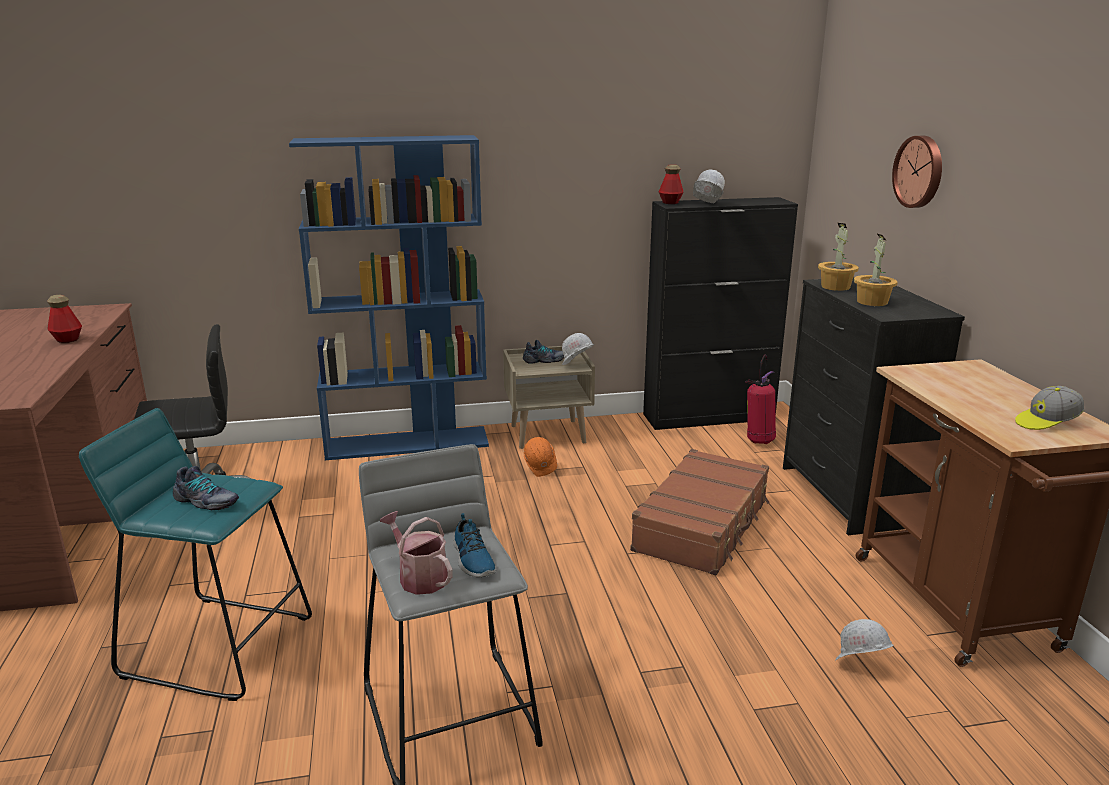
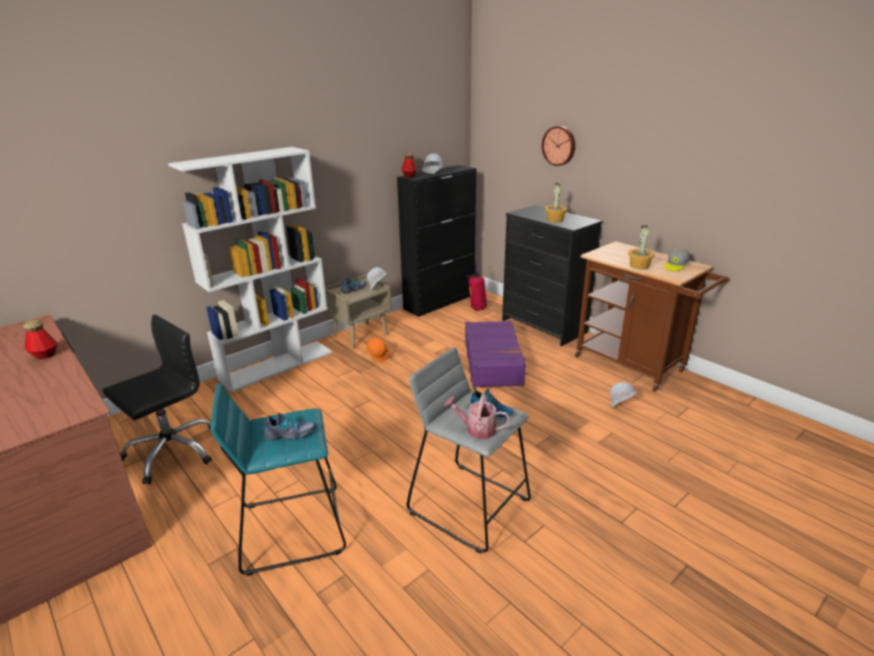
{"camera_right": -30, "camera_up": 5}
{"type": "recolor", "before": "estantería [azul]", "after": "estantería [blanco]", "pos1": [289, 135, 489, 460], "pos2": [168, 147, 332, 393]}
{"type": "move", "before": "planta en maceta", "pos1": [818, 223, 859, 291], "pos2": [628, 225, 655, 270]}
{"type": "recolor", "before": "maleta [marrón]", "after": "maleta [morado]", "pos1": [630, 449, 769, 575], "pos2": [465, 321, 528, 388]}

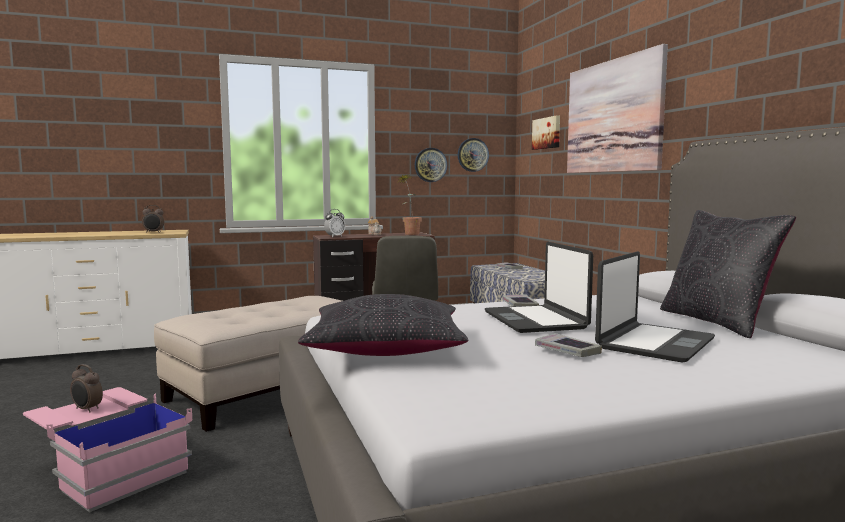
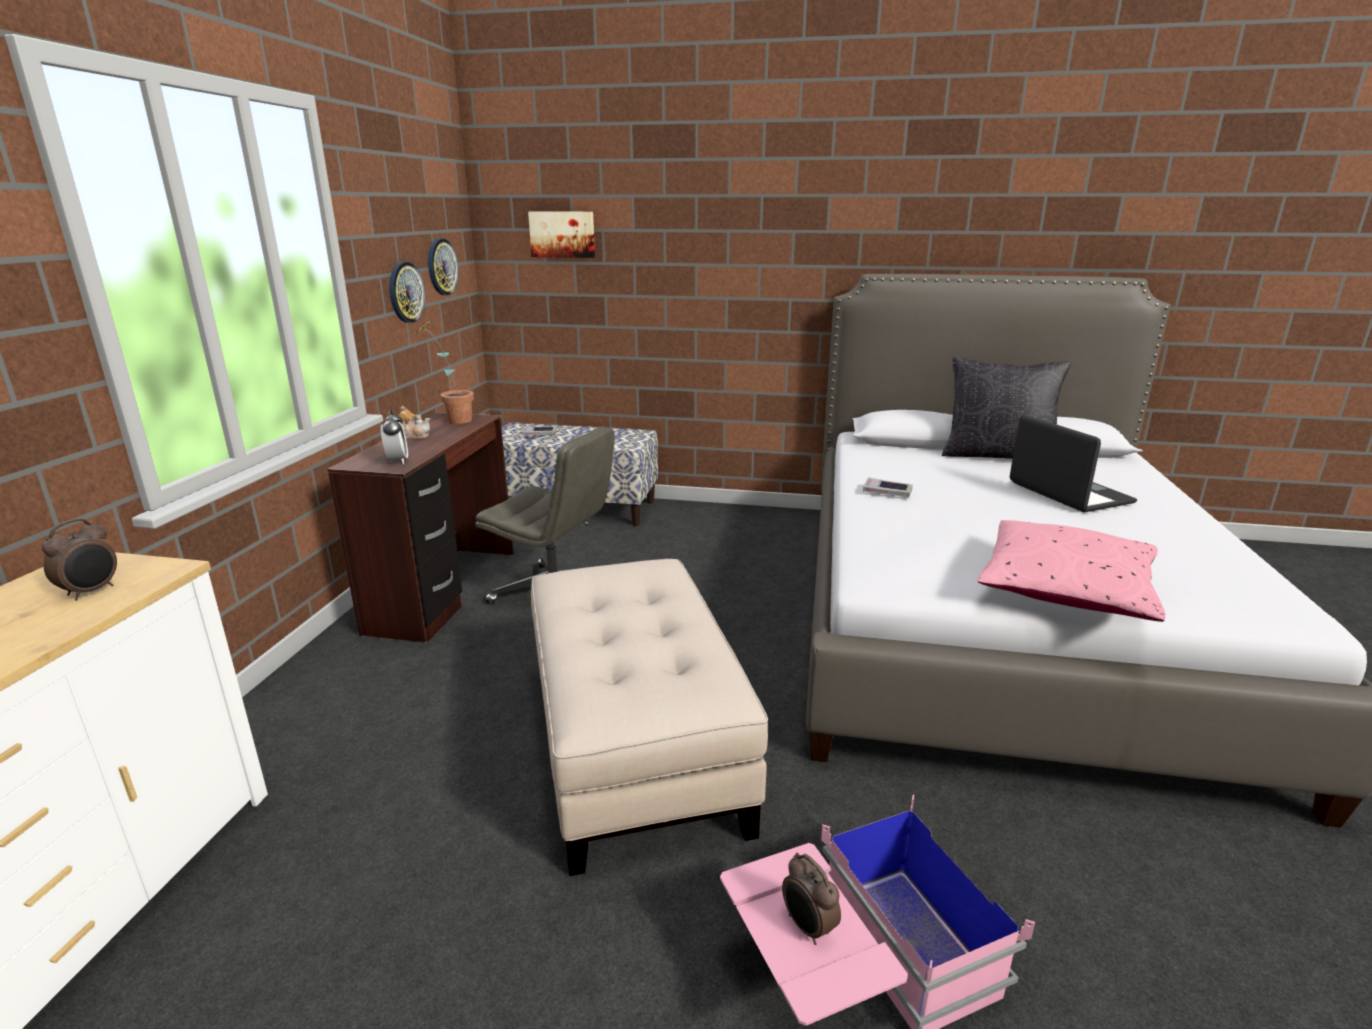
{"camera_right": -60, "camera_up": 15}
{"type": "delete", "before": "cuadro", "pos1": [567, 44, 668, 173]}
{"type": "delete", "before": "portátil", "pos1": [485, 242, 593, 333]}
{"type": "recolor", "before": "cojín [negro]", "after": "cojín [rosa]", "pos1": [298, 294, 469, 356], "pos2": [977, 520, 1165, 622]}
{"type": "delete", "before": "libro", "pos1": [535, 333, 602, 357]}
{"type": "rotate", "before": "despertador", "pos1": [70, 364, 103, 413], "pos2": [782, 852, 841, 945], "turn": 90}

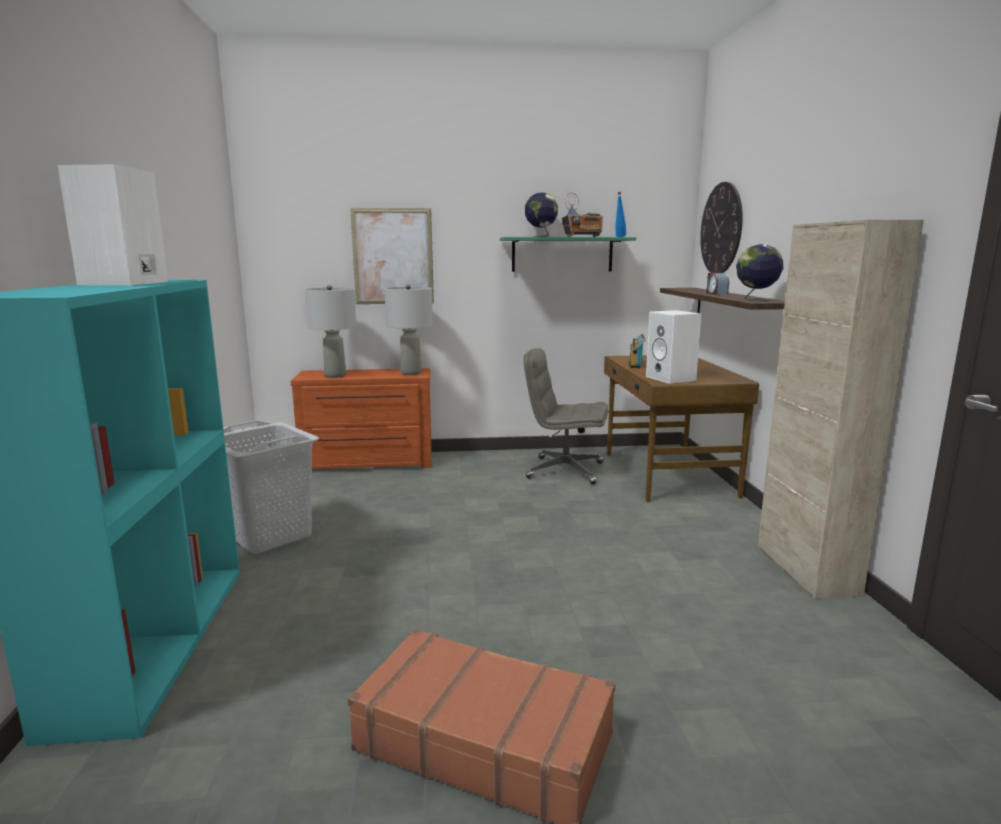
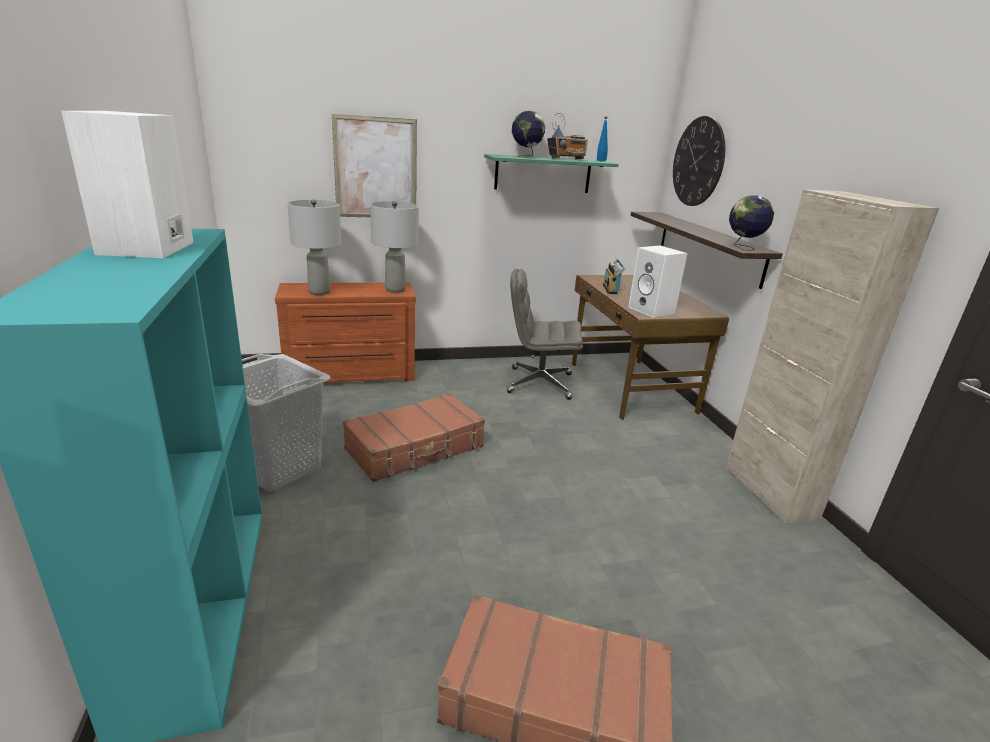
{"camera_right": -10, "camera_up": 10}
{"type": "delete", "before": "despertador", "pos1": [706, 272, 729, 295]}
{"type": "insert", "after": "maleta [marrón]", "pos2": [343, 393, 485, 482]}

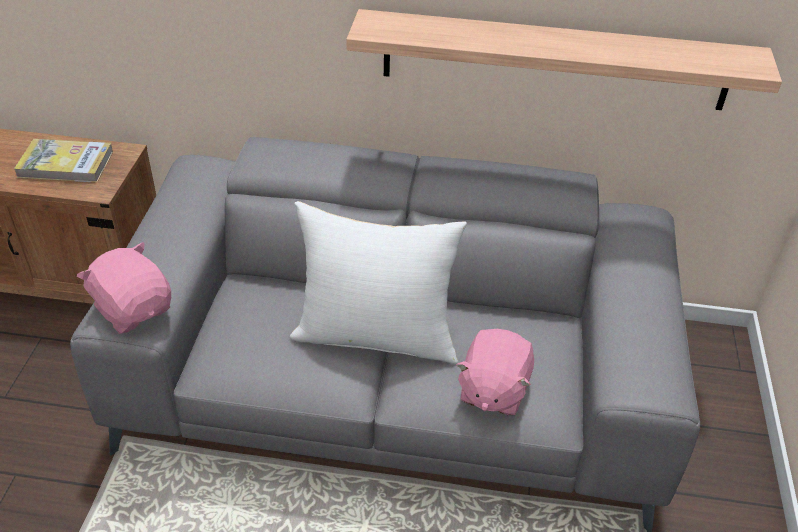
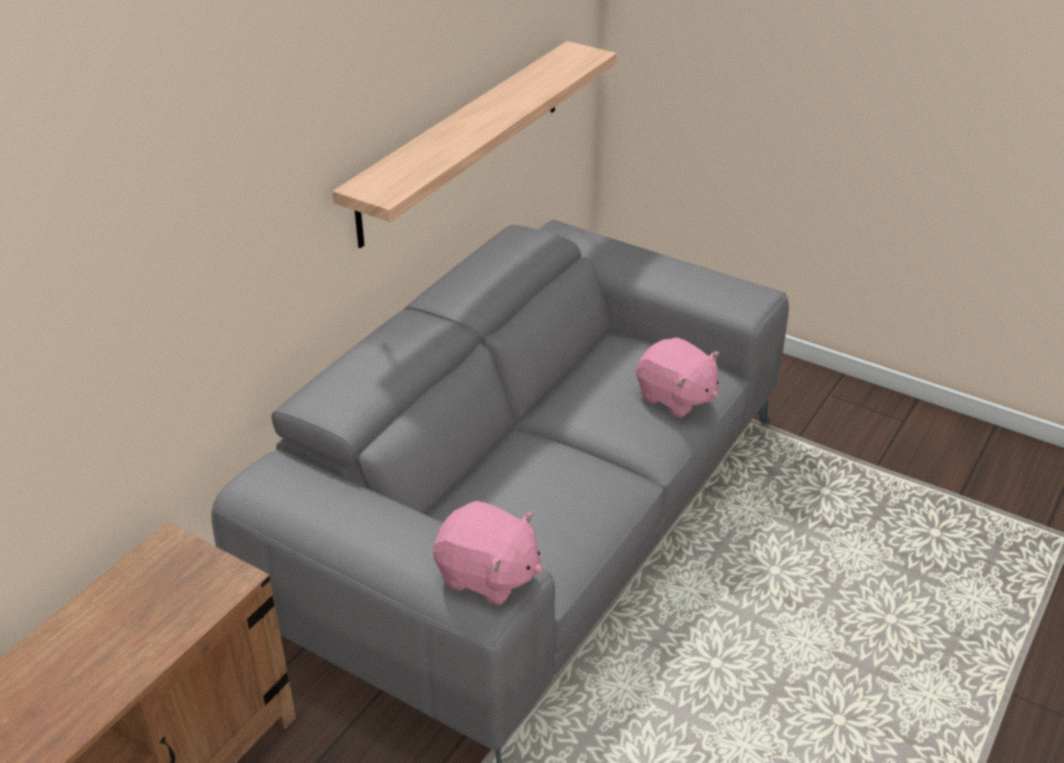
{"camera_right": -65, "camera_up": -5}
{"type": "delete", "before": "libro", "pos1": [14, 139, 113, 183]}
{"type": "delete", "before": "cojín [blanco]", "pos1": [290, 201, 467, 364]}
{"type": "rotate", "before": "peluche [rosa]", "pos1": [77, 242, 171, 334], "pos2": [433, 501, 542, 605], "turn": -135}

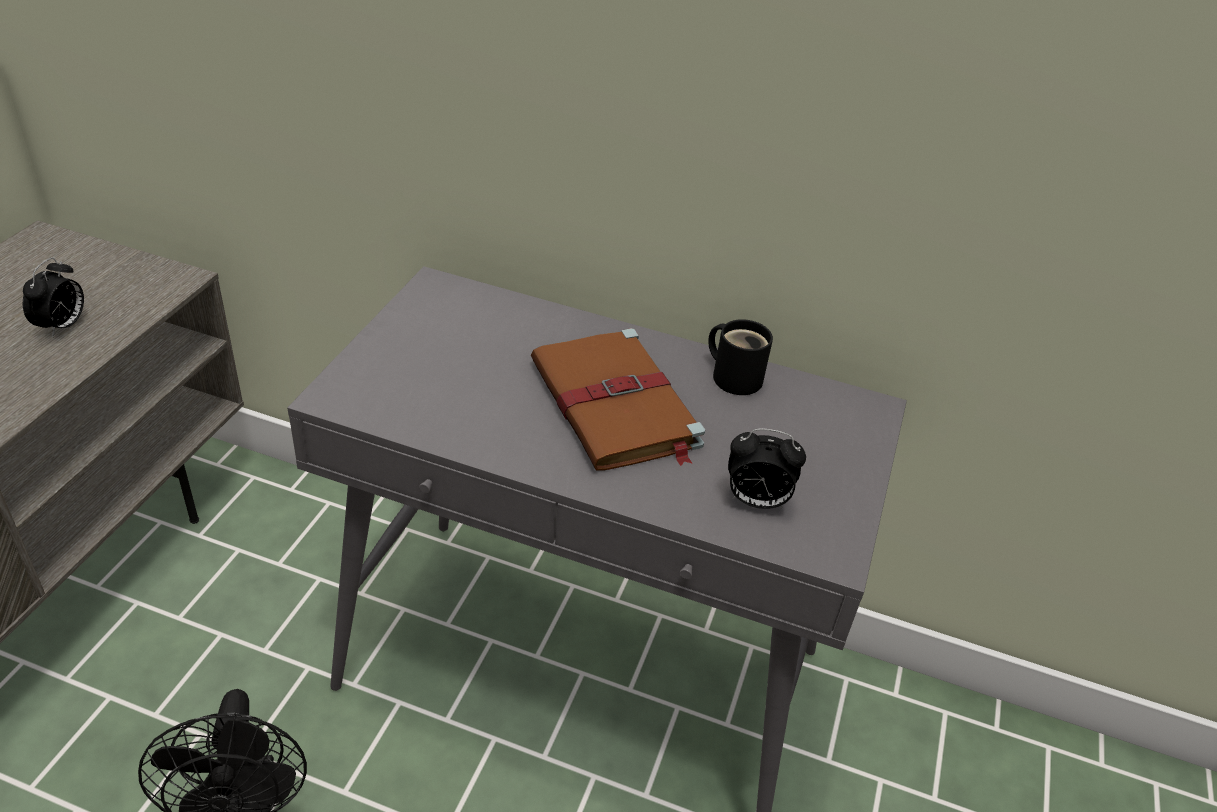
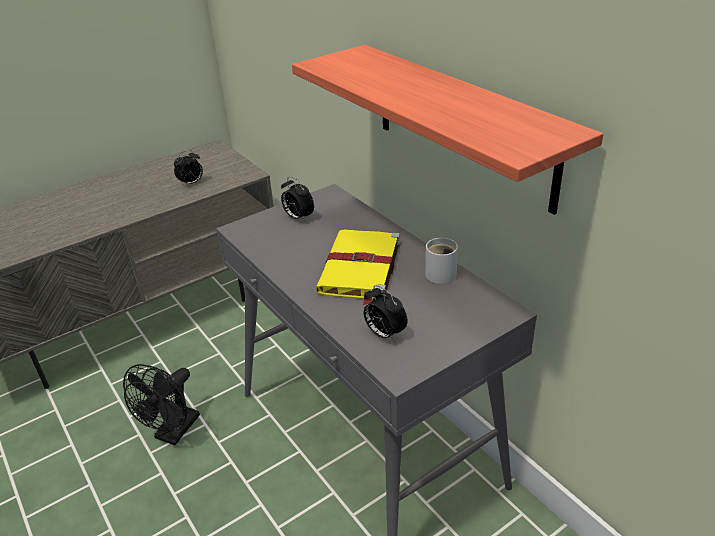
{"camera_right": 40, "camera_up": -5}
{"type": "recolor", "before": "taza grande [negro]", "after": "taza grande [blanco]", "pos1": [708, 319, 773, 395], "pos2": [425, 238, 458, 284]}
{"type": "recolor", "before": "libro [marrón]", "after": "libro [amarillo]", "pos1": [531, 328, 705, 470], "pos2": [315, 229, 400, 305]}
{"type": "insert", "after": "estante", "pos2": [292, 45, 604, 215]}
{"type": "insert", "after": "despertador", "pos2": [281, 176, 314, 223]}

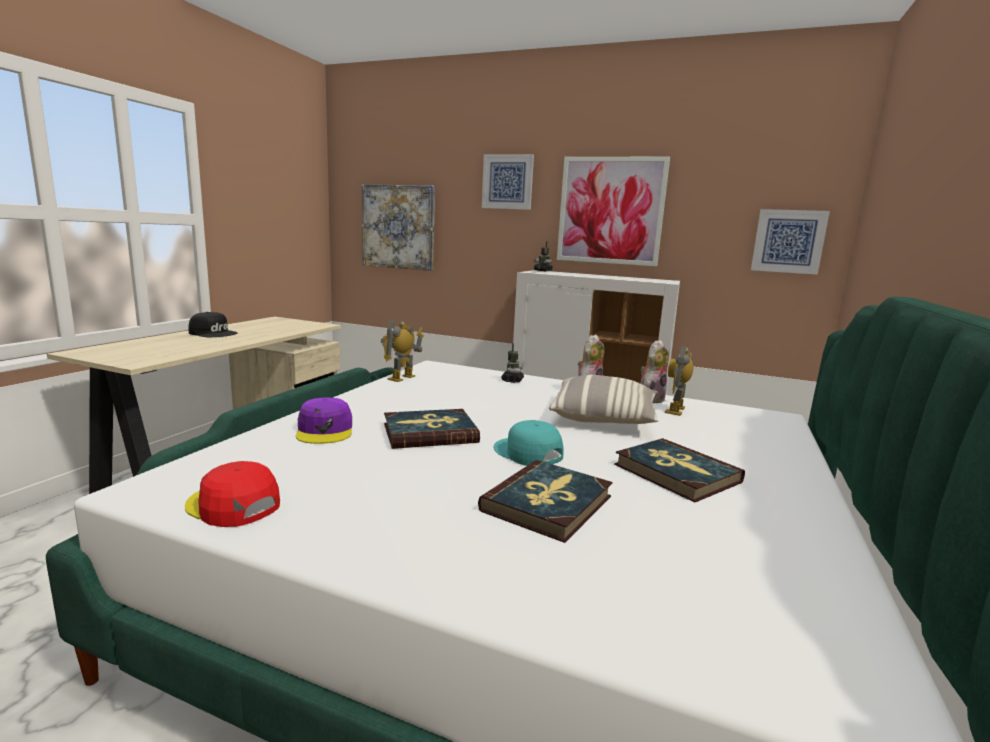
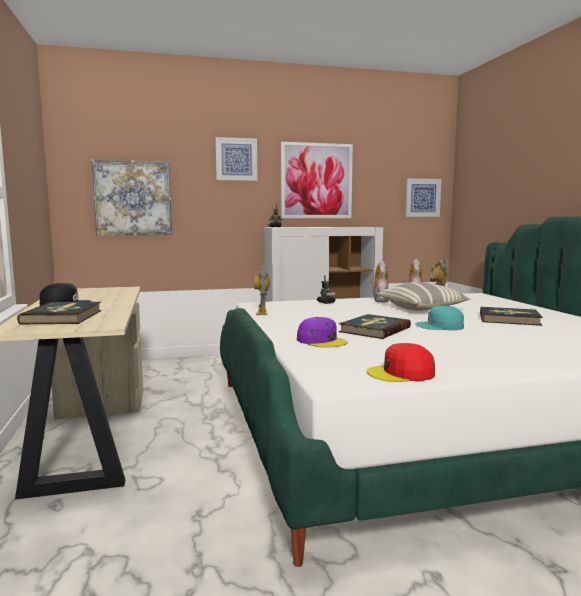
{"camera_right": -35, "camera_up": -5}
{"type": "move", "before": "libro", "pos1": [478, 460, 612, 543], "pos2": [17, 302, 102, 324]}

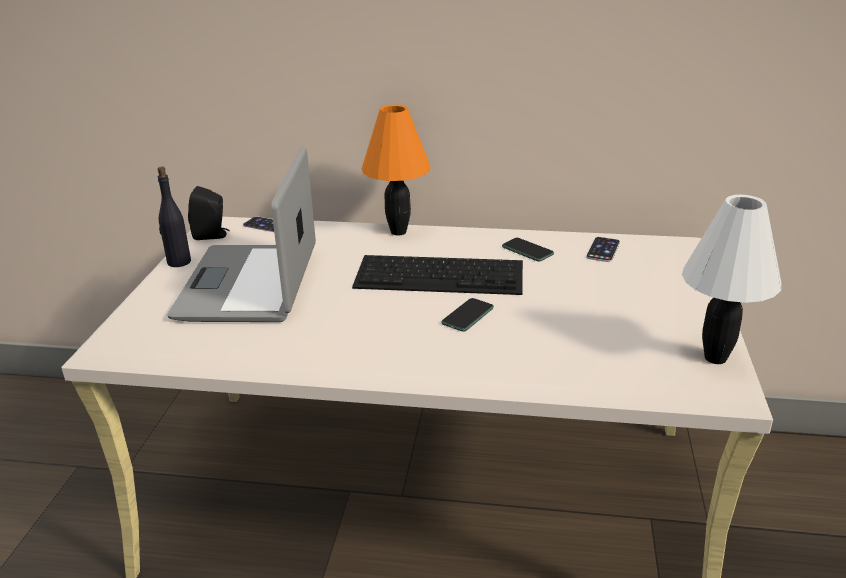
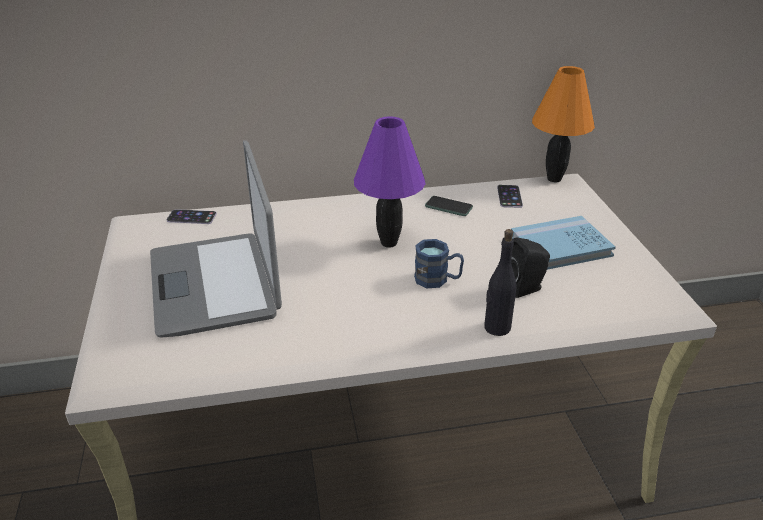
{"camera_right": -20, "camera_up": 5}
{"type": "move", "before": "lámpara de mesa [naranja]", "pos1": [362, 104, 431, 235], "pos2": [532, 66, 595, 182]}
{"type": "move", "before": "botella [negro]", "pos1": [158, 167, 191, 267], "pos2": [484, 229, 517, 336]}
{"type": "move", "before": "altavoz [negro]", "pos1": [188, 186, 230, 240], "pos2": [511, 238, 550, 298]}
{"type": "delete", "before": "lámpara de mesa [blanco]", "pos1": [682, 195, 781, 364]}
{"type": "replace", "before": "teclado", "after": "lámpara de mesa [morado]", "pos1": [352, 255, 523, 295], "pos2": [354, 116, 426, 248]}
{"type": "replace", "before": "móvil", "after": "taza grande [azul]", "pos1": [441, 298, 494, 332], "pos2": [414, 239, 464, 288]}
{"type": "insert", "after": "libro [azul]", "pos2": [511, 216, 616, 270]}

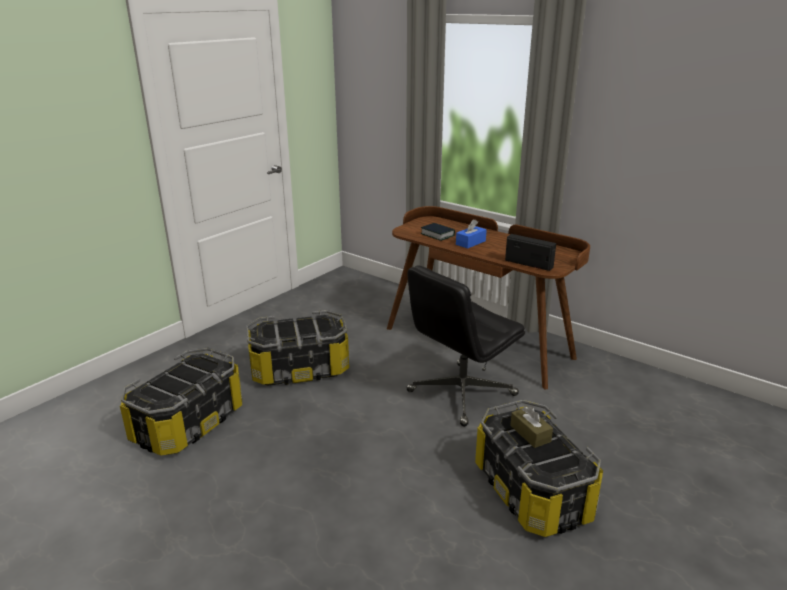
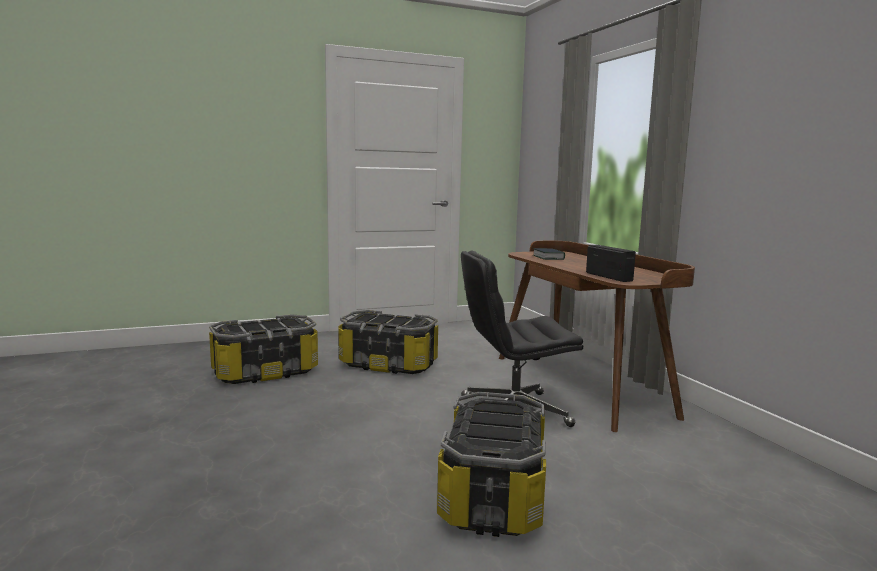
{"camera_right": 30, "camera_up": -15}
{"type": "delete", "before": "caja de pañuelos [azul]", "pos1": [456, 219, 487, 249]}
{"type": "delete", "before": "caja de pañuelos [marrón]", "pos1": [510, 406, 553, 448]}

